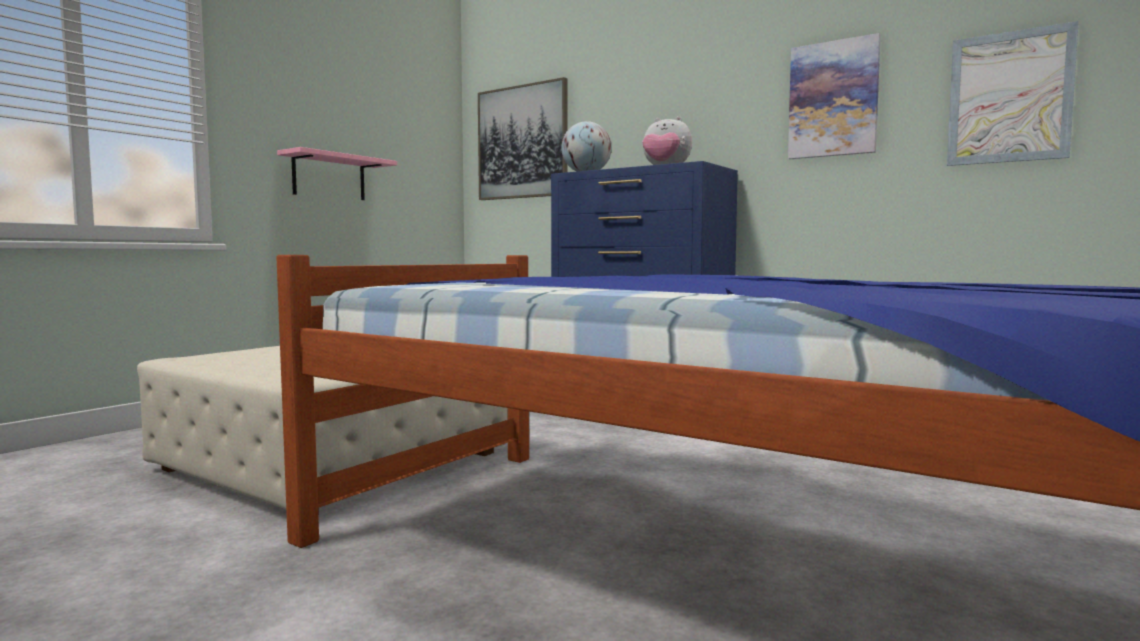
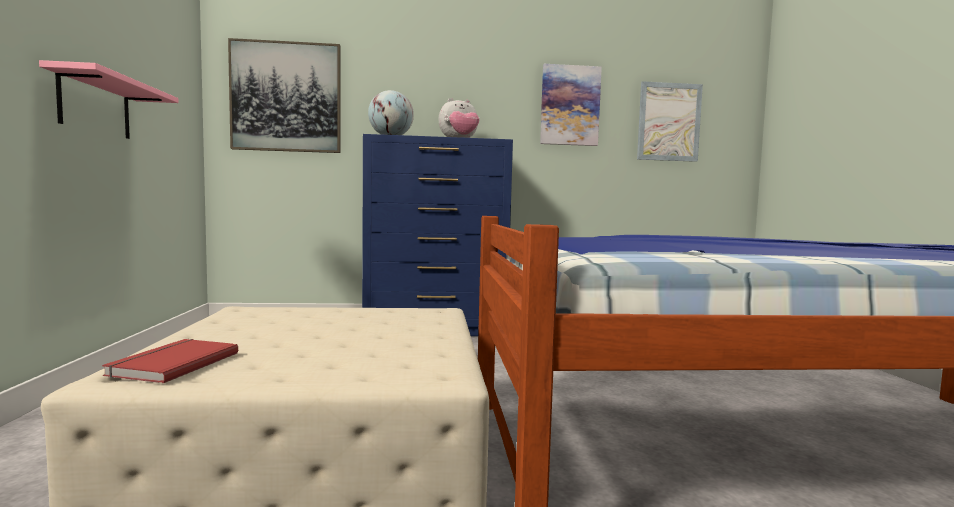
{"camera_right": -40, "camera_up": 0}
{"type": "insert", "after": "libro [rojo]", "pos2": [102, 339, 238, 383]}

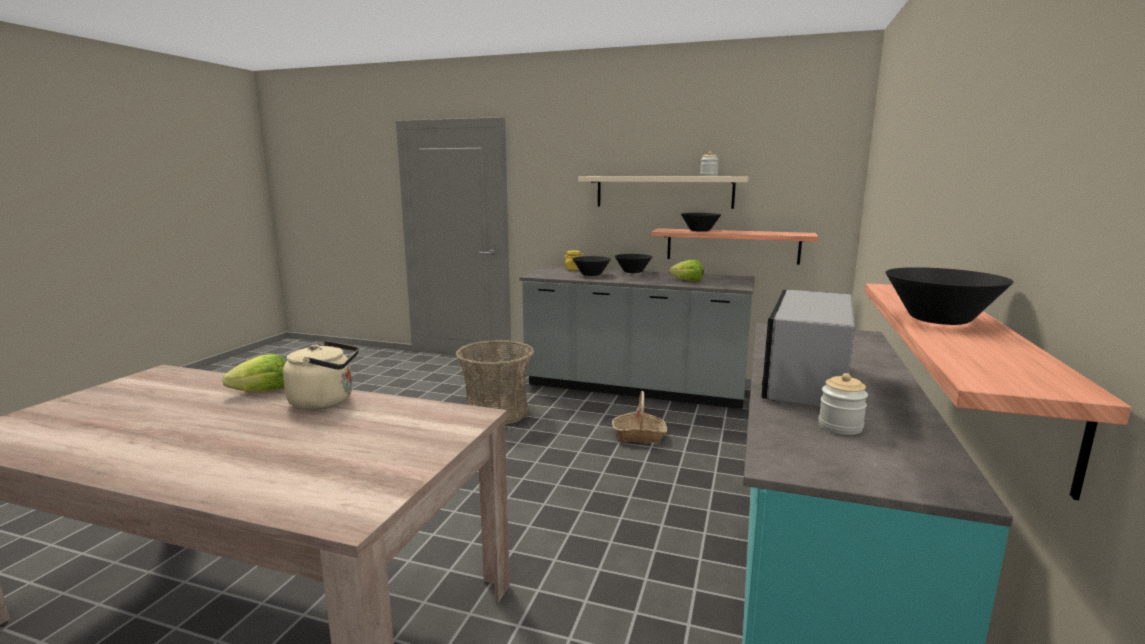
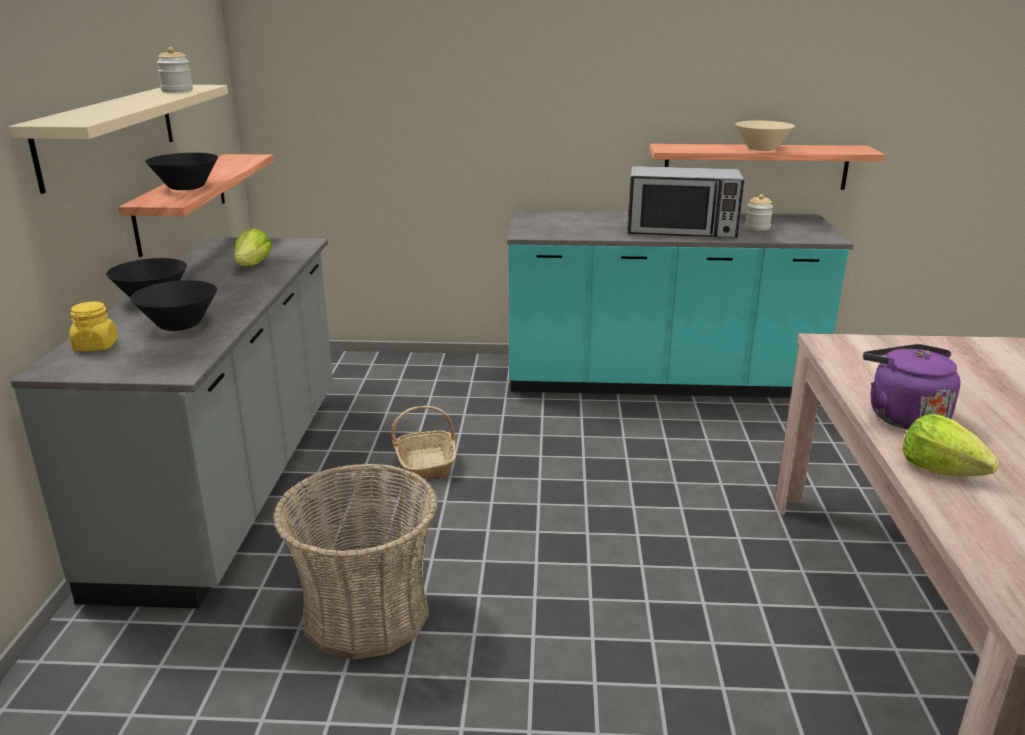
{"camera_right": -105, "camera_up": 10}
{"type": "recolor", "before": "cuenco [negro]", "after": "cuenco [beis]", "pos1": [885, 267, 1014, 325], "pos2": [736, 121, 795, 151]}
{"type": "recolor", "before": "hervidor [beis]", "after": "hervidor [morado]", "pos1": [283, 341, 359, 410], "pos2": [863, 344, 960, 430]}

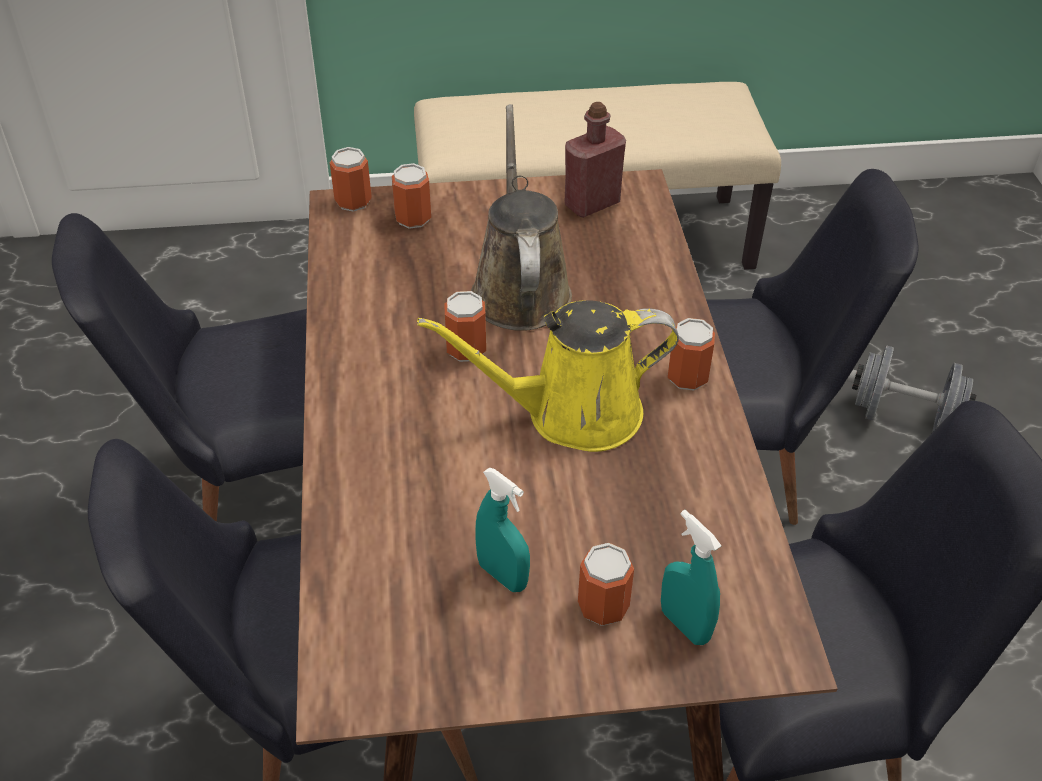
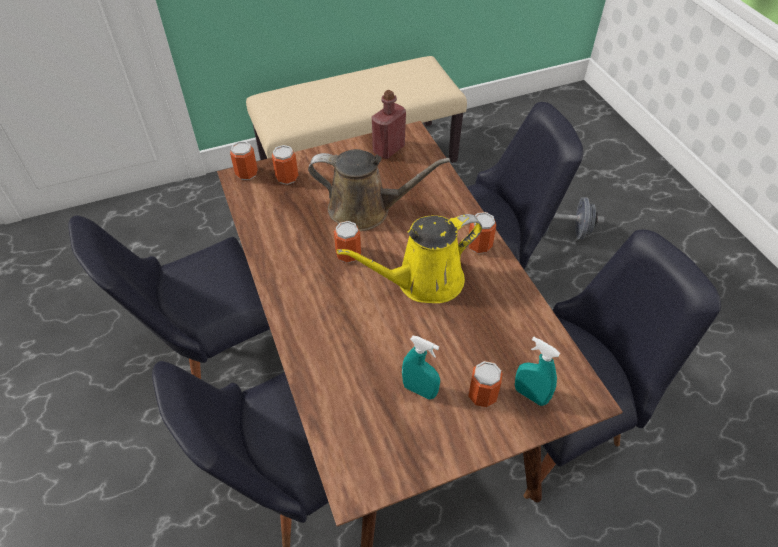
{"camera_right": -15, "camera_up": 5}
{"type": "rotate", "before": "regadera [marrón]", "pos1": [471, 104, 572, 331], "pos2": [308, 149, 450, 231], "turn": 120}

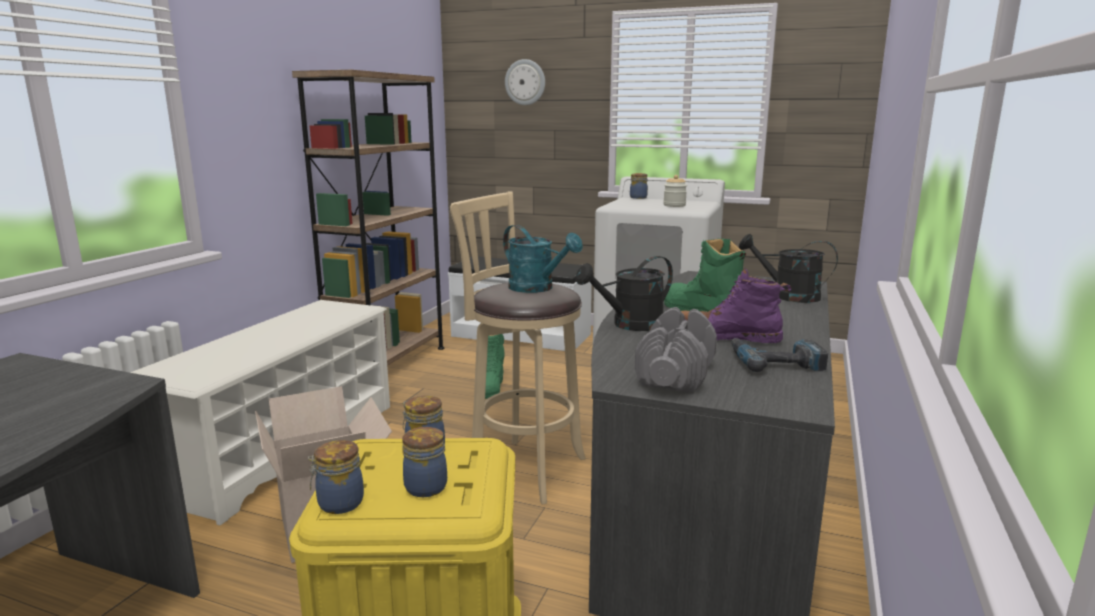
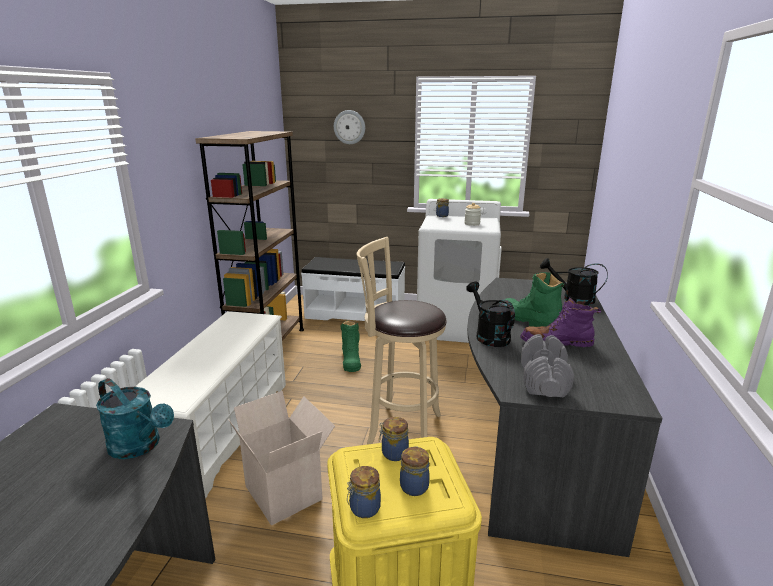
{"camera_right": -10, "camera_up": 5}
{"type": "move", "before": "regadera [turquesa]", "pos1": [503, 225, 583, 293], "pos2": [96, 378, 174, 459]}
{"type": "rotate", "before": "regadera [negro]", "pos1": [575, 256, 673, 331], "pos2": [466, 281, 515, 347], "turn": 105}
{"type": "delete", "before": "taladro", "pos1": [732, 338, 828, 372]}

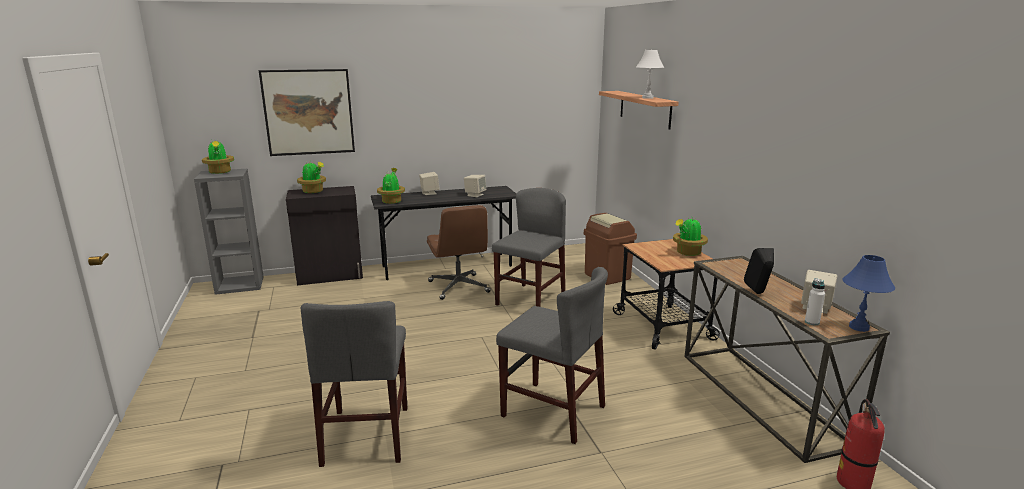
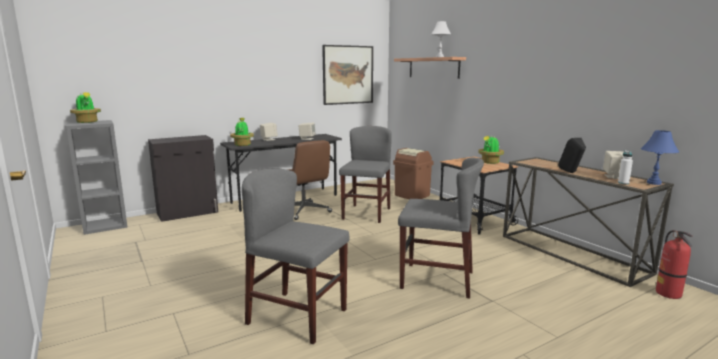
{"camera_right": -15, "camera_up": -5}
{"type": "move", "before": "cuadro", "pos1": [259, 69, 355, 156], "pos2": [322, 45, 373, 105]}
{"type": "delete", "before": "planta en maceta", "pos1": [297, 161, 326, 193]}
{"type": "rotate", "before": "silla [gris]", "pos1": [301, 301, 407, 467], "pos2": [242, 169, 349, 345], "turn": 135}

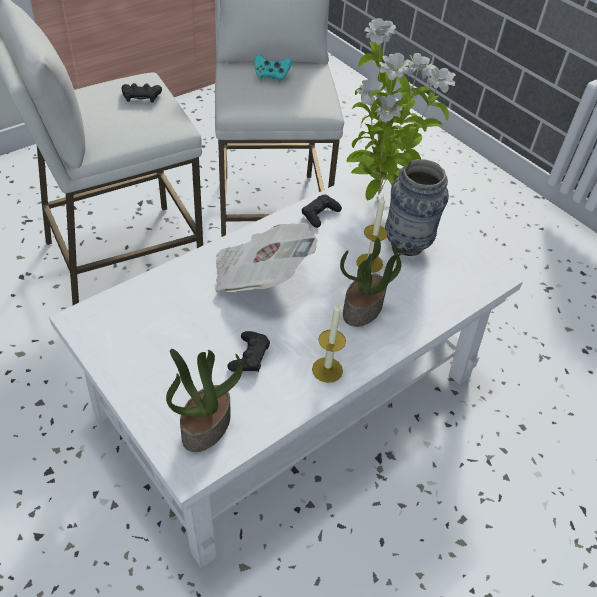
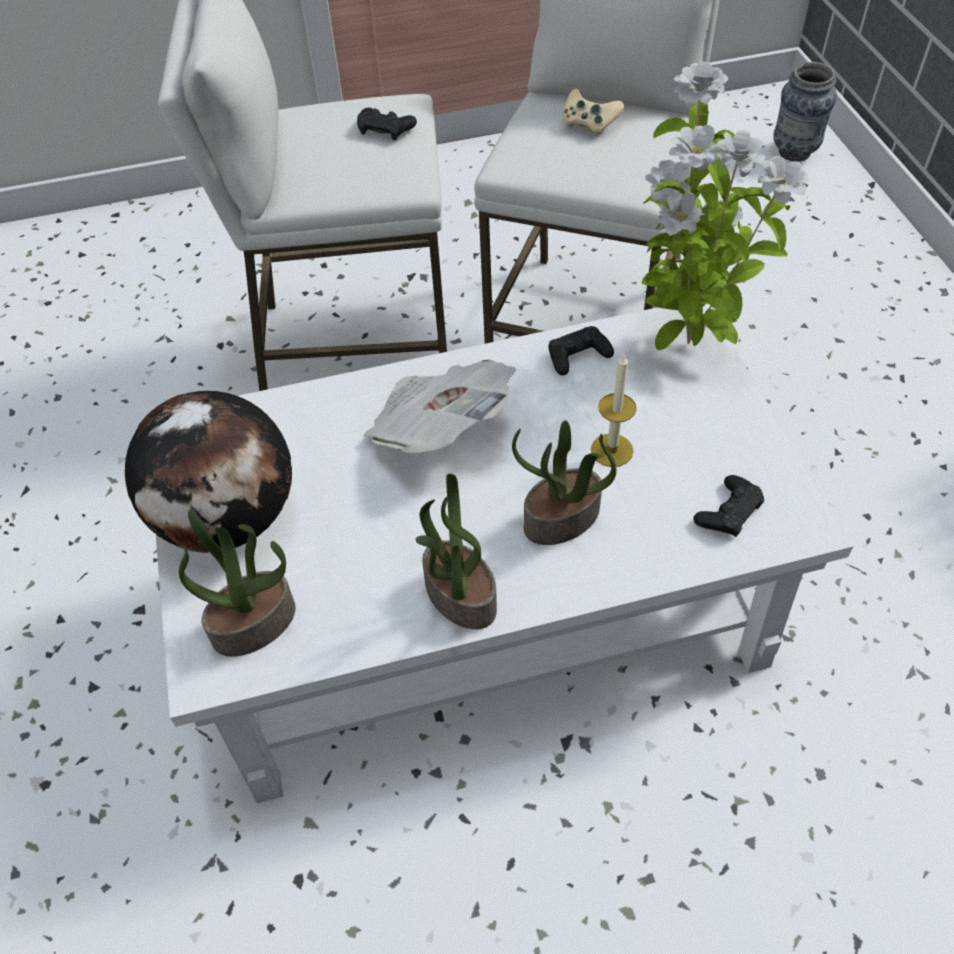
{"camera_right": 30, "camera_up": 5}
{"type": "recolor", "before": "mando de consola [turquesa]", "after": "mando de consola [beis]", "pos1": [254, 54, 292, 82], "pos2": [563, 88, 624, 137]}
{"type": "move", "before": "florero", "pos1": [385, 159, 449, 256], "pos2": [773, 62, 837, 162]}
{"type": "replace", "before": "vela", "after": "planta en maceta", "pos1": [312, 304, 346, 383], "pos2": [416, 474, 497, 629]}
{"type": "move", "before": "mando de consola [negro]", "pos1": [227, 331, 270, 372], "pos2": [693, 475, 765, 537]}
{"type": "insert", "after": "globo terráqueo", "pos2": [125, 391, 292, 553]}

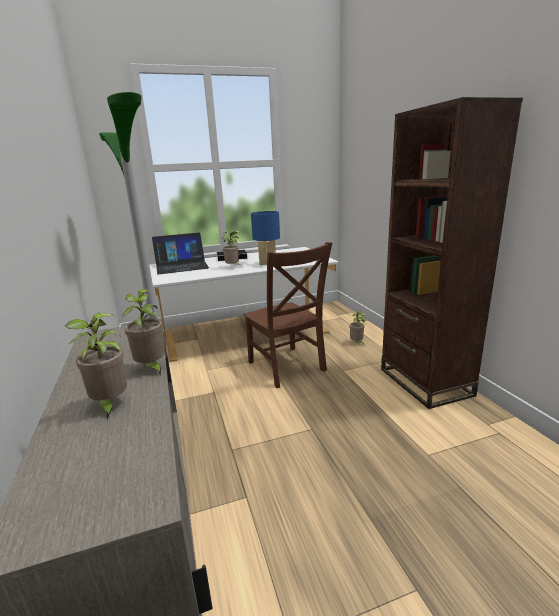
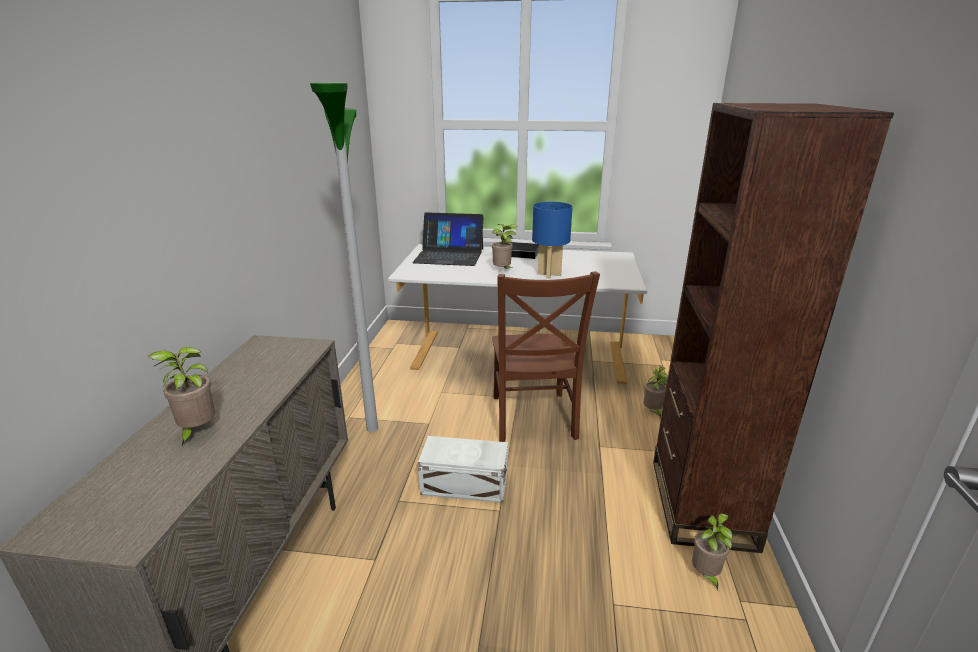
{"camera_right": 25, "camera_up": 5}
{"type": "move", "before": "planta en maceta", "pos1": [121, 289, 165, 375], "pos2": [692, 513, 733, 590]}
{"type": "insert", "after": "caja de almacenaje [blanco]", "pos2": [418, 436, 508, 503]}

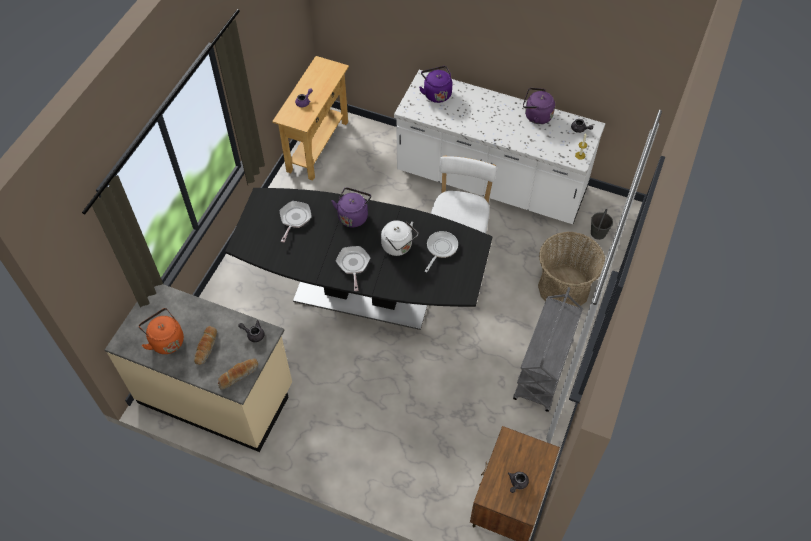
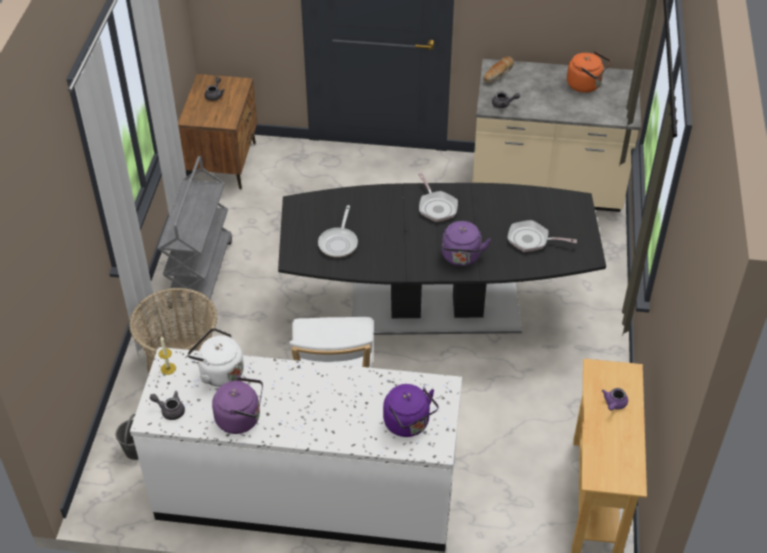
{"camera_right": 165, "camera_up": -10}
{"type": "rotate", "before": "sartén", "pos1": [280, 201, 312, 242], "pos2": [507, 220, 577, 252], "turn": 105}
{"type": "move", "before": "hervidor [blanco]", "pos1": [381, 220, 418, 256], "pos2": [188, 328, 244, 387]}
{"type": "delete", "before": "pan", "pos1": [194, 326, 217, 365]}

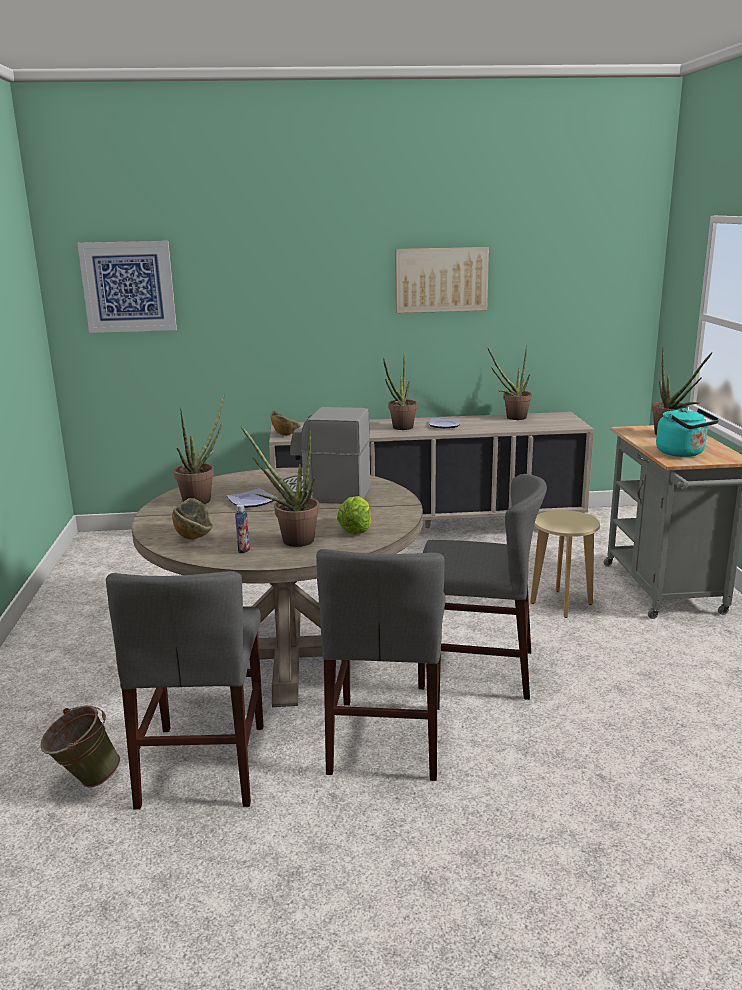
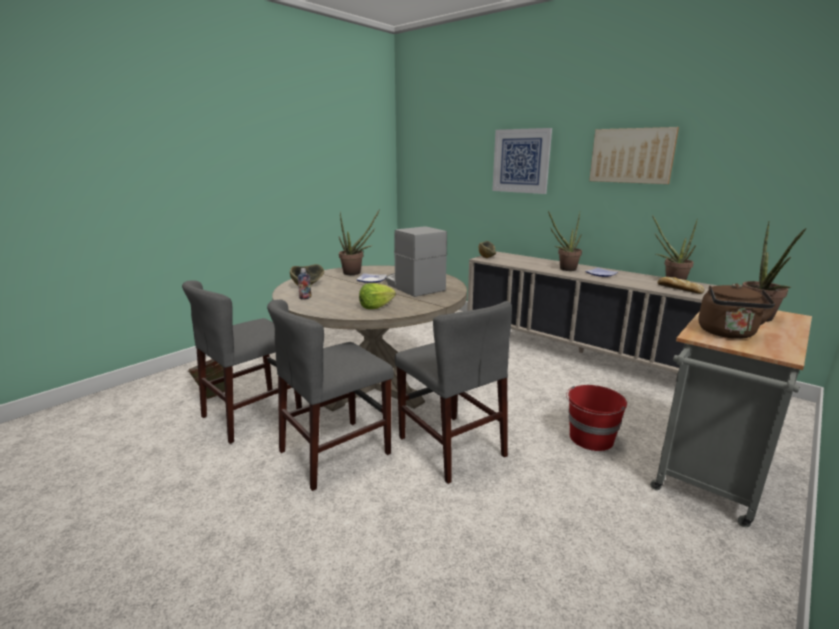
{"camera_right": 45, "camera_up": 0}
{"type": "move", "before": "cuadro", "pos1": [77, 241, 177, 333], "pos2": [492, 128, 552, 194]}
{"type": "recolor", "before": "hervidor [turquesa]", "after": "hervidor [marrón]", "pos1": [656, 408, 719, 457], "pos2": [698, 284, 777, 339]}
{"type": "delete", "before": "planta en maceta", "pos1": [240, 426, 320, 547]}
{"type": "replace", "before": "taburete [beis]", "after": "cubo [rojo]", "pos1": [530, 510, 600, 618], "pos2": [566, 385, 627, 451]}
{"type": "insert", "after": "pan", "pos2": [657, 277, 704, 294]}

